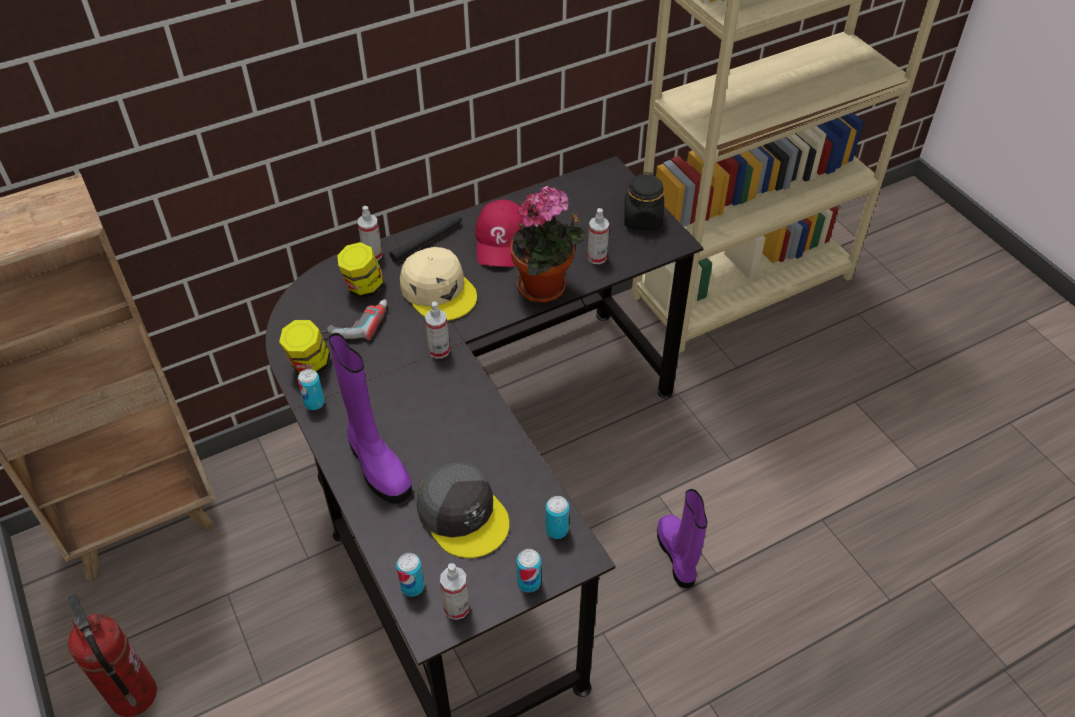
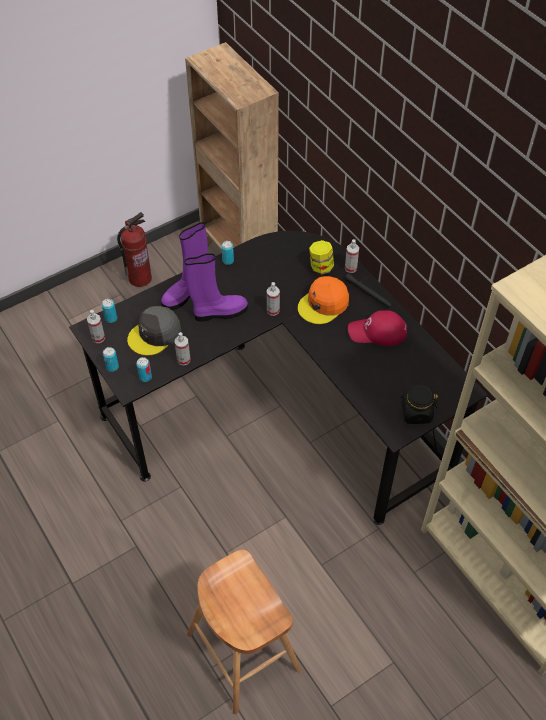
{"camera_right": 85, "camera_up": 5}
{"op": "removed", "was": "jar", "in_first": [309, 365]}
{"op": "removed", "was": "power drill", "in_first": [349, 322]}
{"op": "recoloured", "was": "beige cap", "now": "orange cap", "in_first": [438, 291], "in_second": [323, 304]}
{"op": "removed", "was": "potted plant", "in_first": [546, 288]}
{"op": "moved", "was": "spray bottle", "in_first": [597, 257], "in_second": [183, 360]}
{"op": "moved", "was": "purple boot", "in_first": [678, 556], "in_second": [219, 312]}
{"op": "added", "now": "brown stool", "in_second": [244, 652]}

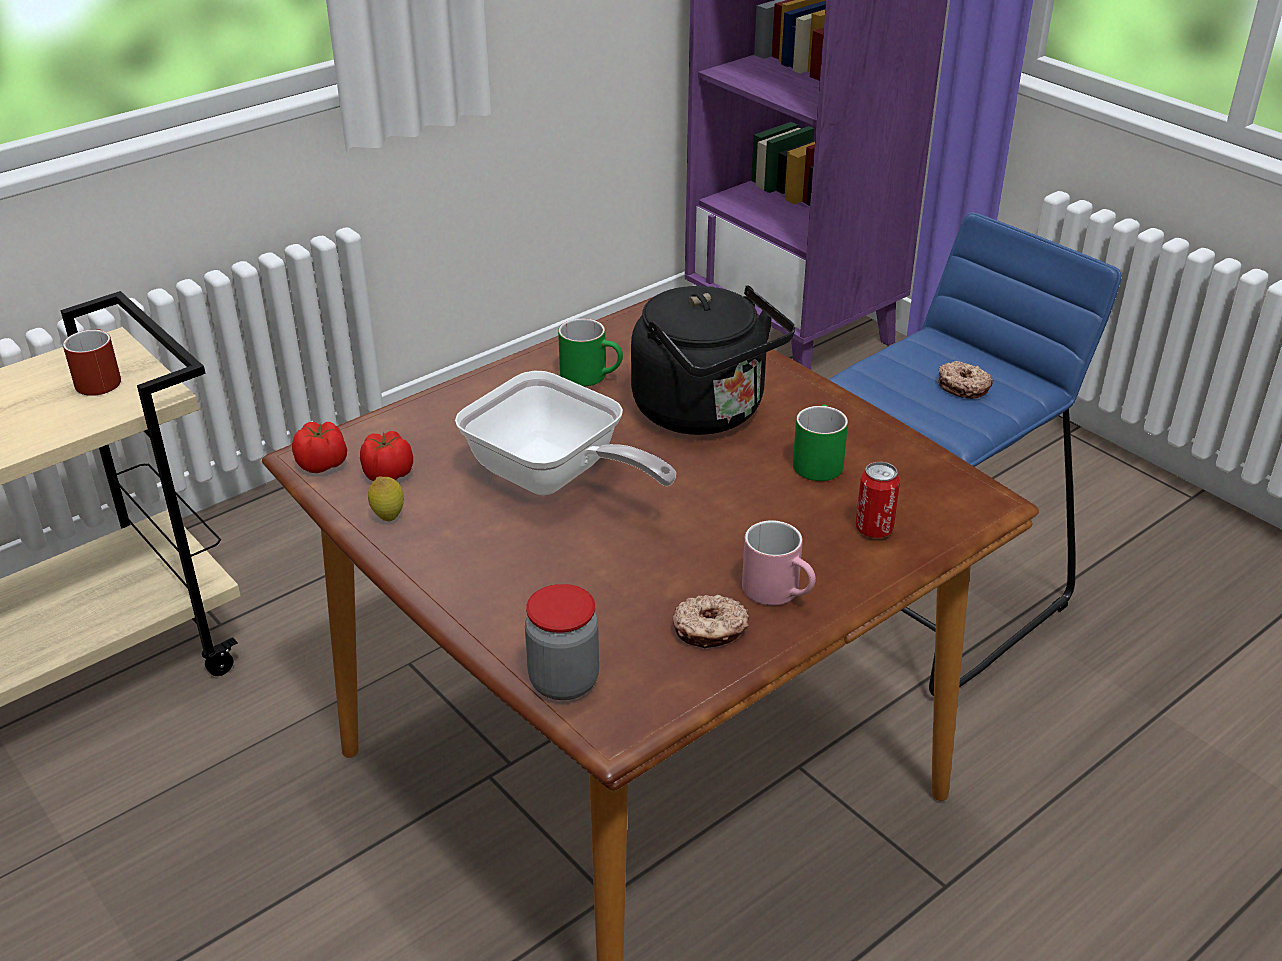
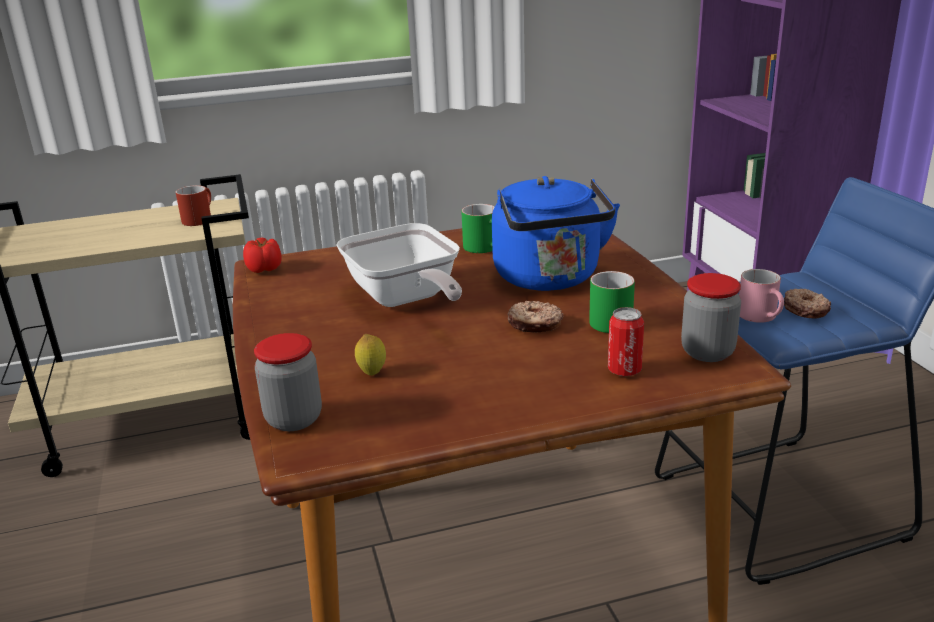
{"camera_right": 25, "camera_up": -10}
{"op": "removed", "was": "tomato", "in_first": [387, 474]}
{"op": "moved", "was": "lemon", "in_first": [388, 517], "in_second": [372, 372]}
{"op": "recoloured", "was": "black kettle", "now": "blue kettle", "in_first": [705, 412], "in_second": [550, 279]}
{"op": "moved", "was": "donut", "in_first": [710, 630], "in_second": [534, 325]}
{"op": "moved", "was": "pink mug", "in_first": [780, 592], "in_second": [762, 317]}
{"op": "added", "now": "jar", "in_second": [707, 352]}

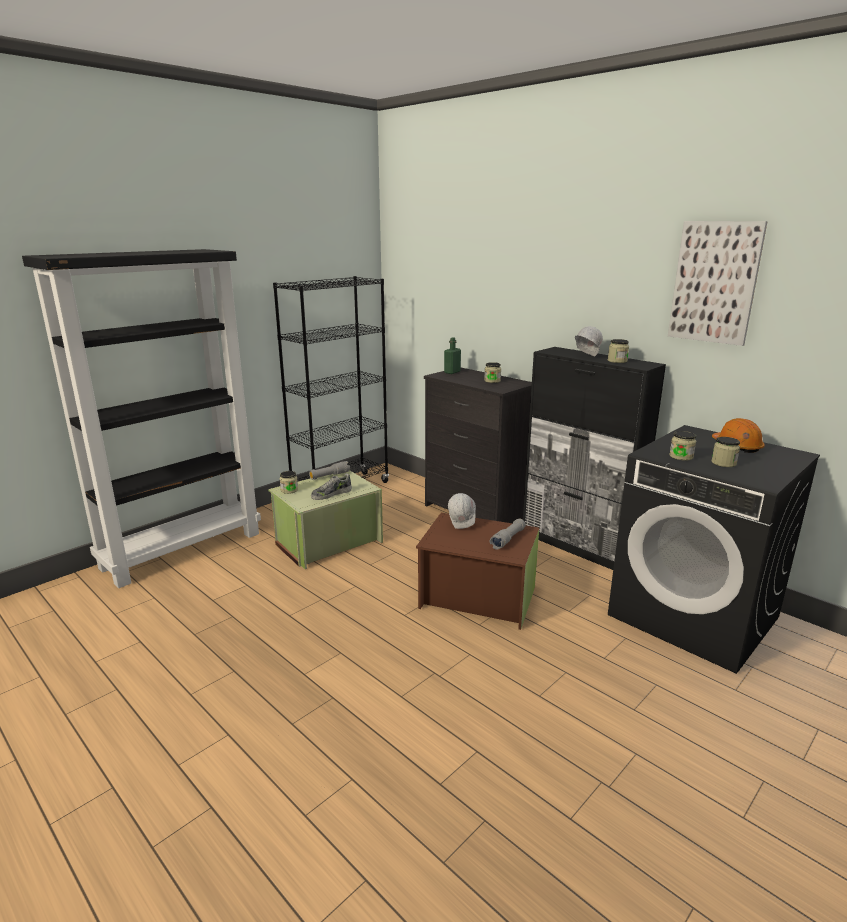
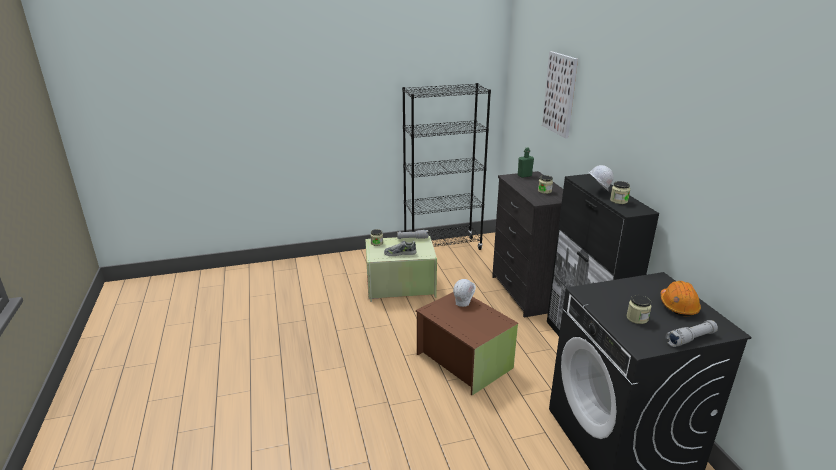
{"camera_right": 30, "camera_up": 5}
{"op": "removed", "was": "black bookcase", "in_first": [183, 549]}
{"op": "moved", "was": "grey flashlight", "in_first": [508, 539], "in_second": [690, 339]}
{"op": "moved", "was": "picture", "in_first": [714, 282], "in_second": [560, 94]}
{"op": "removed", "was": "jar", "in_first": [681, 456]}

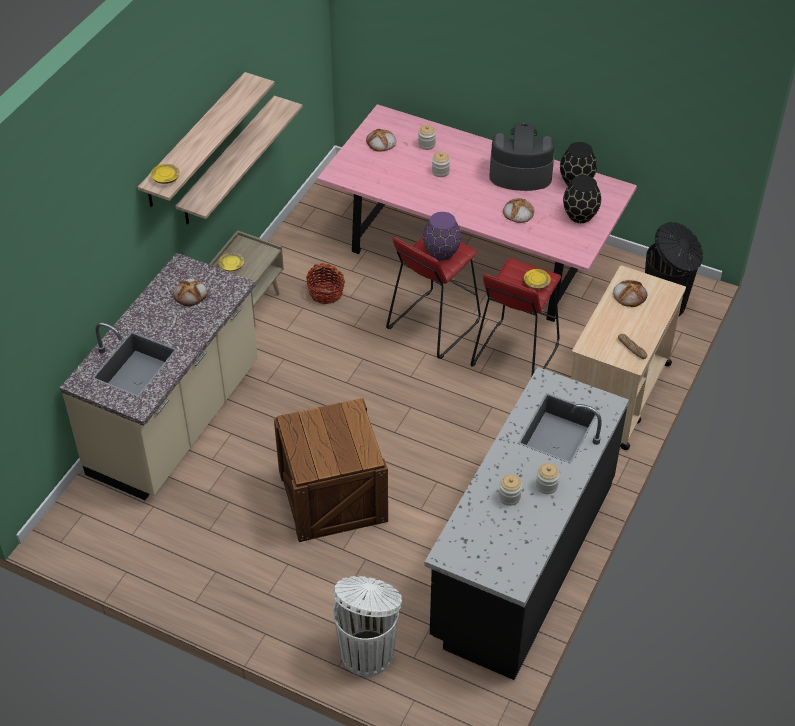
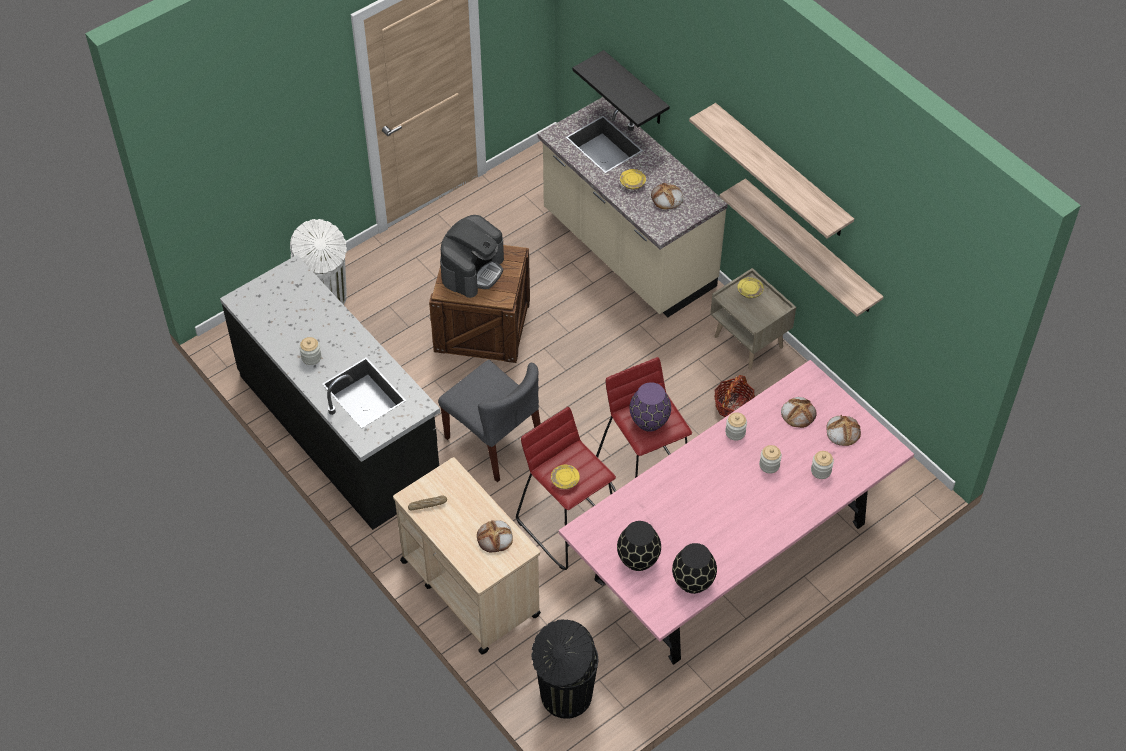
{"camera_right": 115, "camera_up": 5}
{"op": "moved", "was": "yellow plate", "in_first": [165, 178], "in_second": [632, 182]}
{"op": "moved", "was": "coffee machine", "in_first": [520, 173], "in_second": [473, 270]}
{"op": "moved", "was": "jar", "in_first": [509, 497], "in_second": [735, 432]}
{"op": "moved", "was": "bread", "in_first": [518, 213], "in_second": [798, 413]}
{"op": "added", "now": "grey chair", "in_second": [494, 441]}
{"op": "added", "now": "black shelf", "in_second": [635, 90]}

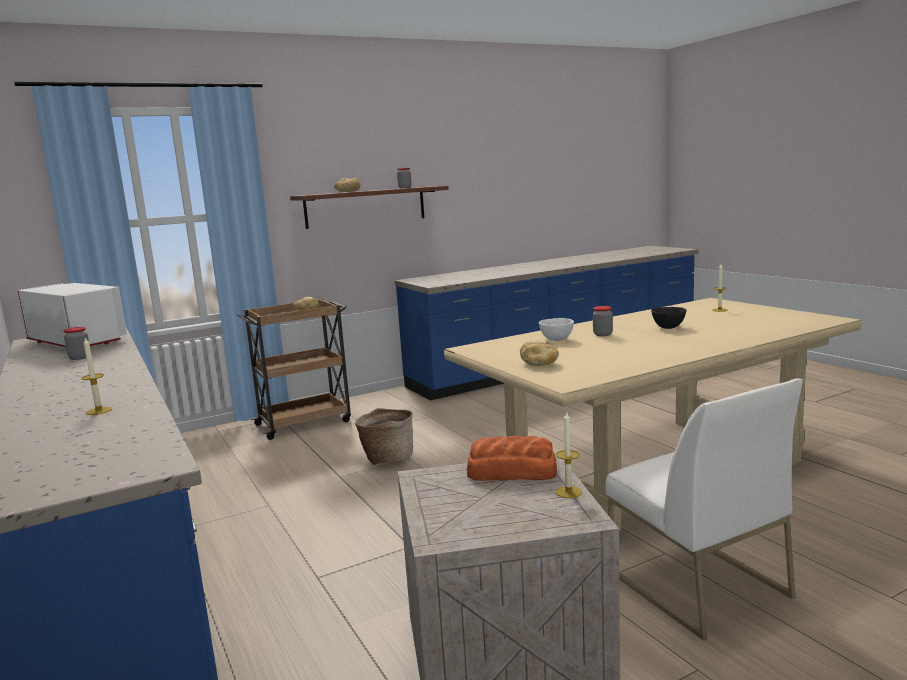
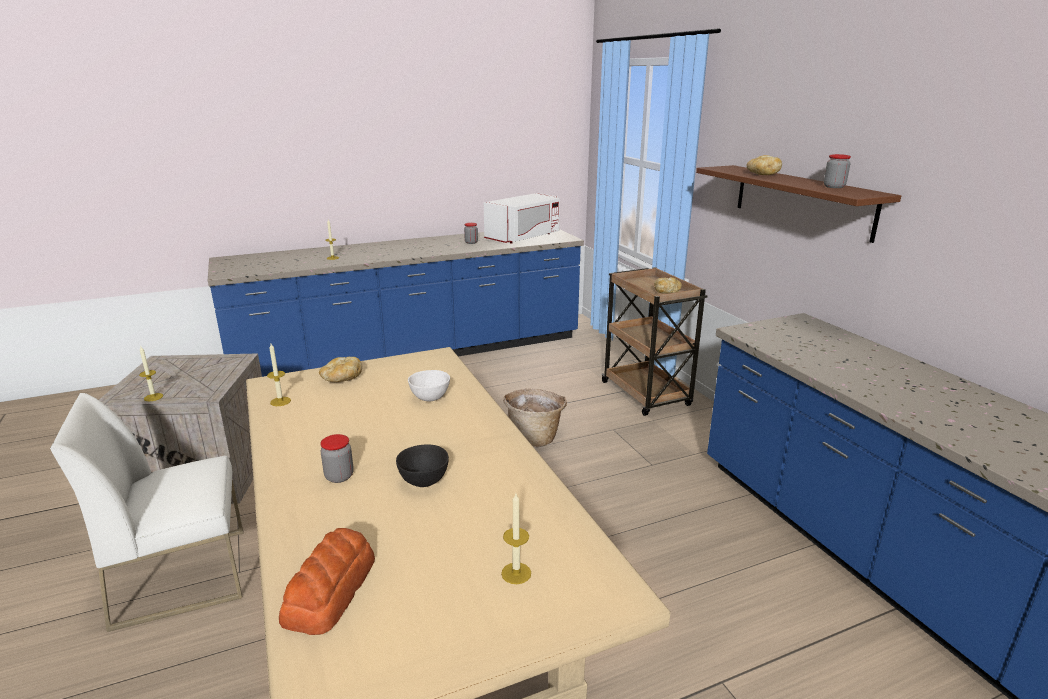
{"camera_right": 95, "camera_up": 10}
{"op": "moved", "was": "bread", "in_first": [511, 472], "in_second": [331, 590]}
{"op": "moved", "was": "jar", "in_first": [602, 334], "in_second": [339, 476]}
{"op": "added", "now": "candle", "in_second": [280, 401]}

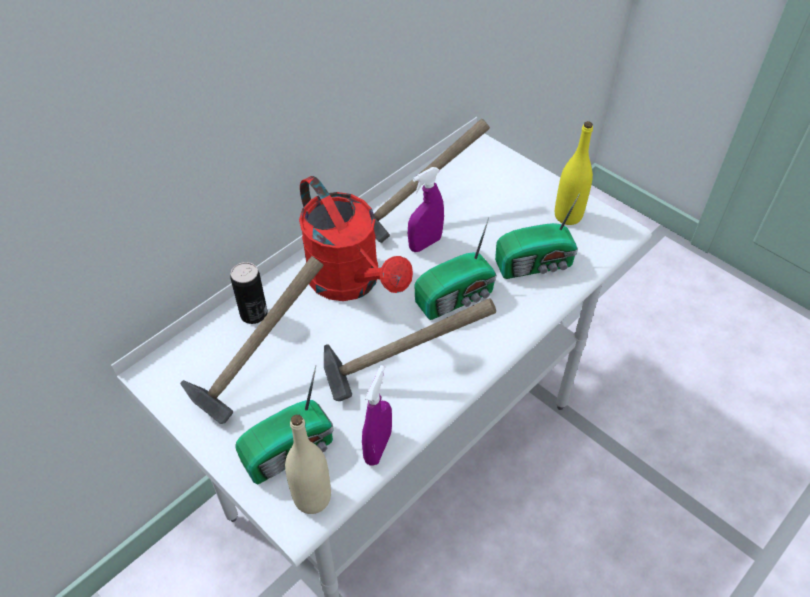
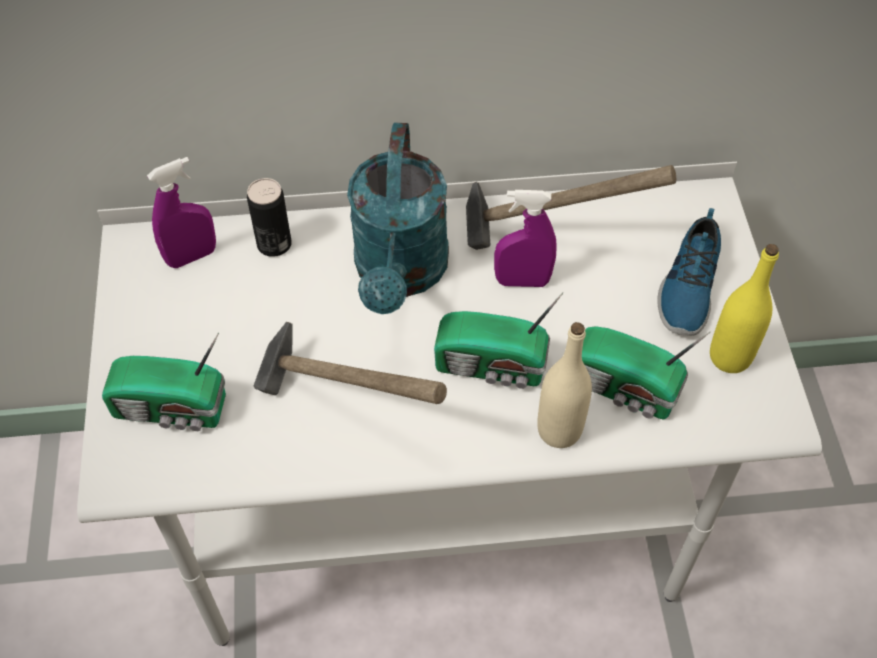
{"camera_right": 40, "camera_up": 5}
{"op": "removed", "was": "hammer", "in_first": [260, 372]}
{"op": "moved", "was": "beige bottle", "in_first": [312, 498], "in_second": [559, 430]}
{"op": "recoloured", "was": "red watering can", "now": "turquoise watering can", "in_first": [351, 282], "in_second": [400, 274]}
{"op": "moved", "was": "purple spray bottle", "in_first": [378, 447], "in_second": [192, 256]}
{"op": "added", "now": "shoe", "in_second": [687, 286]}

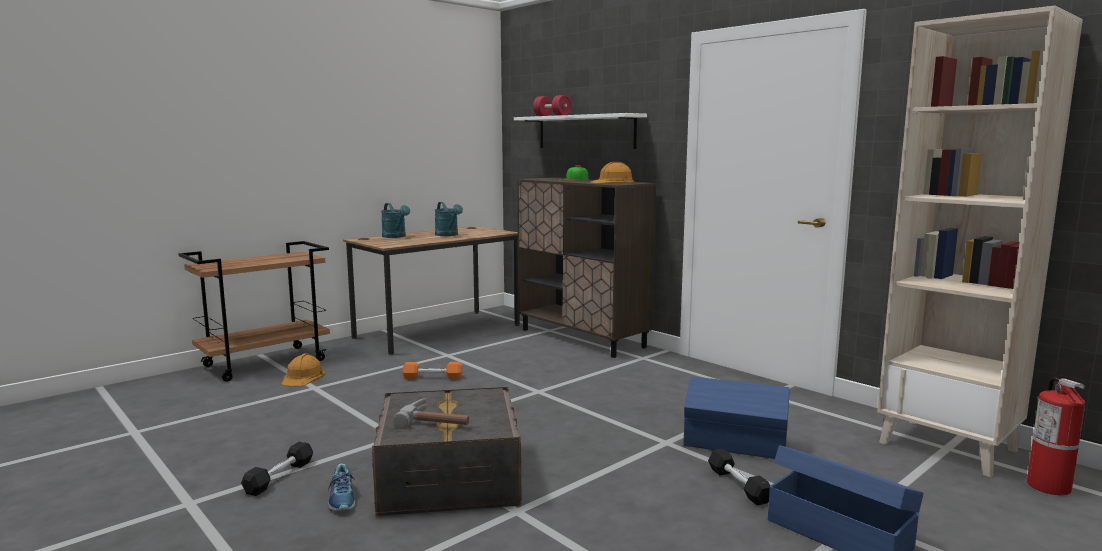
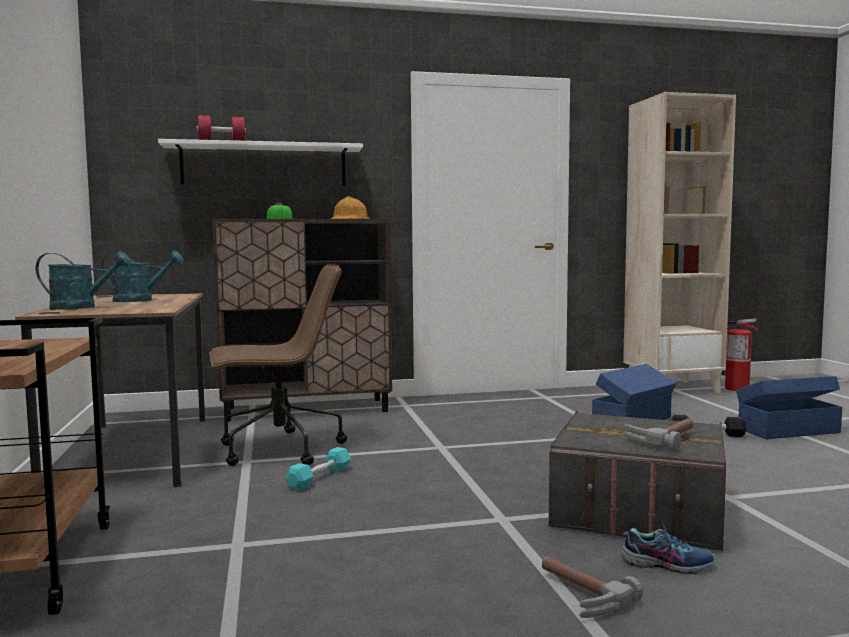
{"camera_right": -60, "camera_up": -5}
{"op": "replaced", "was": "black dumbbell", "now": "hammer", "in_first": [279, 477], "in_second": [576, 595]}
{"op": "removed", "was": "orange hard hat", "in_first": [303, 377]}
{"op": "recoloured", "was": "orange dumbbell", "now": "turquoise dumbbell", "in_first": [432, 377], "in_second": [319, 478]}
{"op": "added", "now": "brown office chair", "in_second": [278, 450]}

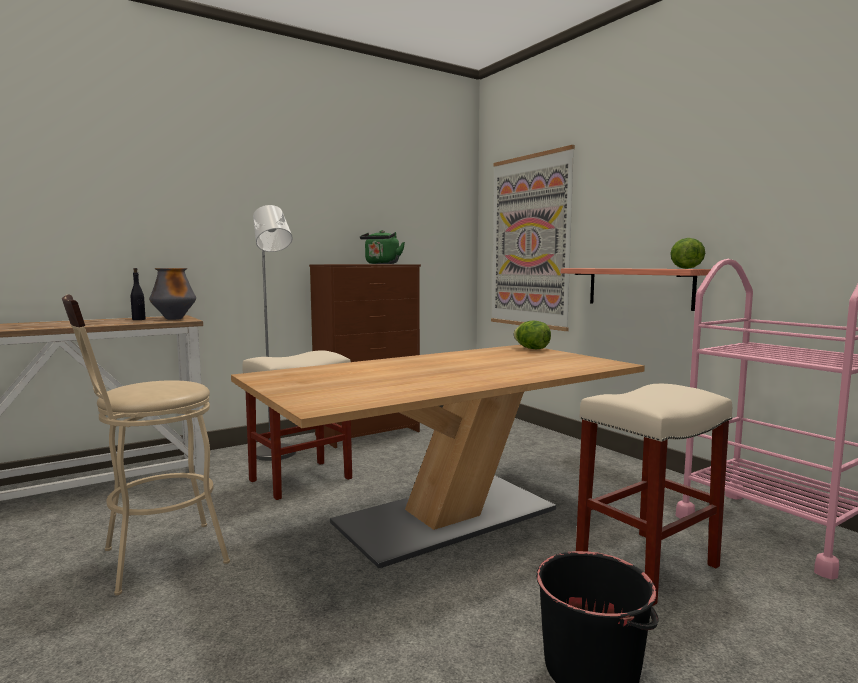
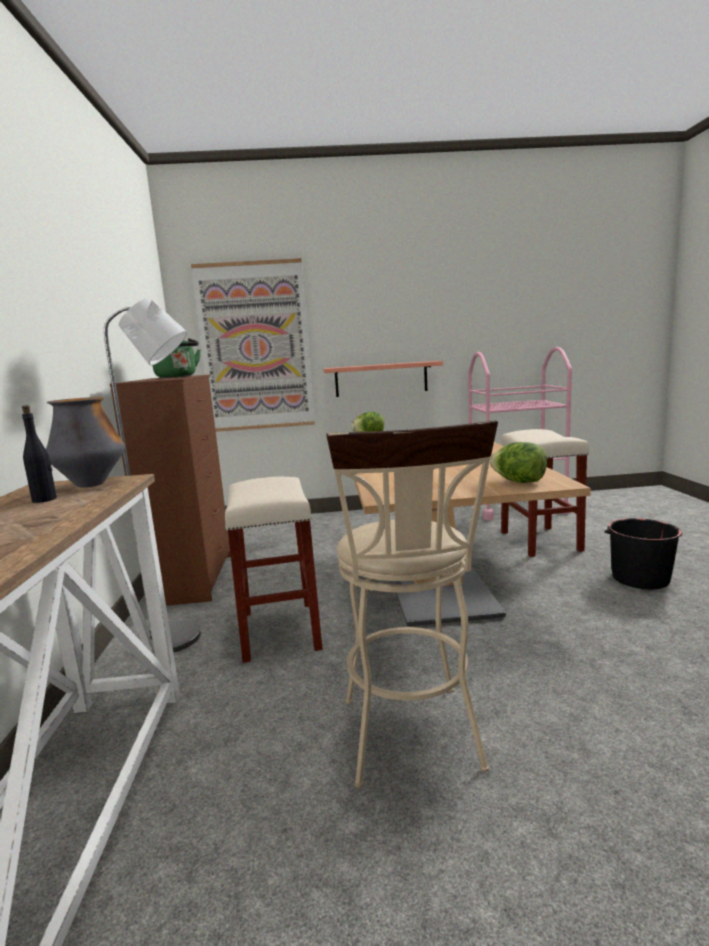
{"camera_right": -60, "camera_up": 5}
{"op": "moved", "was": "lettuce", "in_first": [685, 268], "in_second": [519, 482]}

